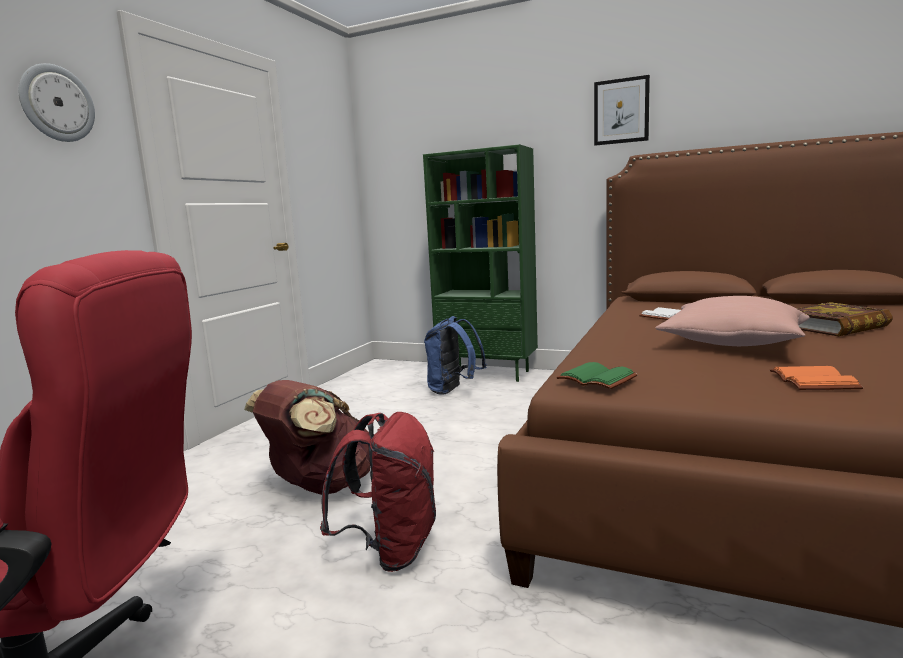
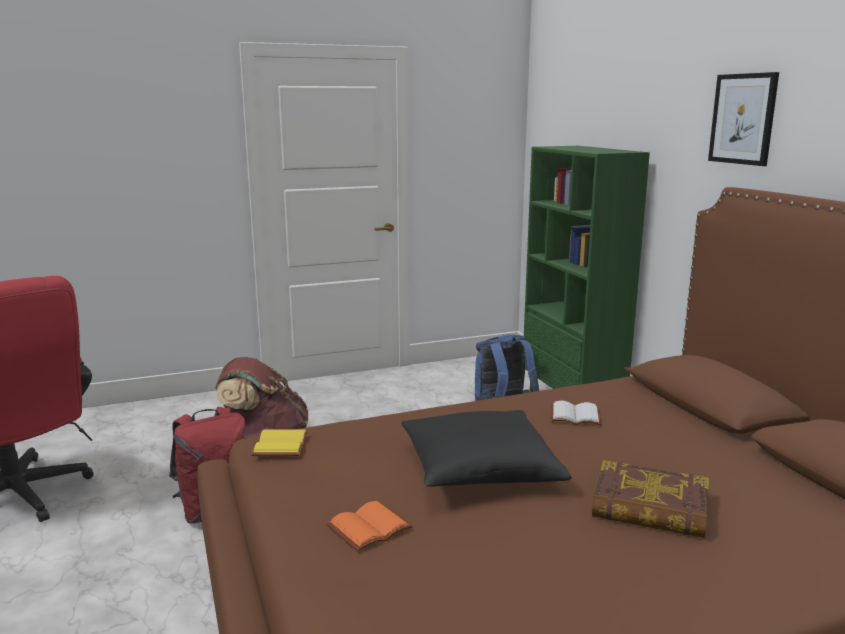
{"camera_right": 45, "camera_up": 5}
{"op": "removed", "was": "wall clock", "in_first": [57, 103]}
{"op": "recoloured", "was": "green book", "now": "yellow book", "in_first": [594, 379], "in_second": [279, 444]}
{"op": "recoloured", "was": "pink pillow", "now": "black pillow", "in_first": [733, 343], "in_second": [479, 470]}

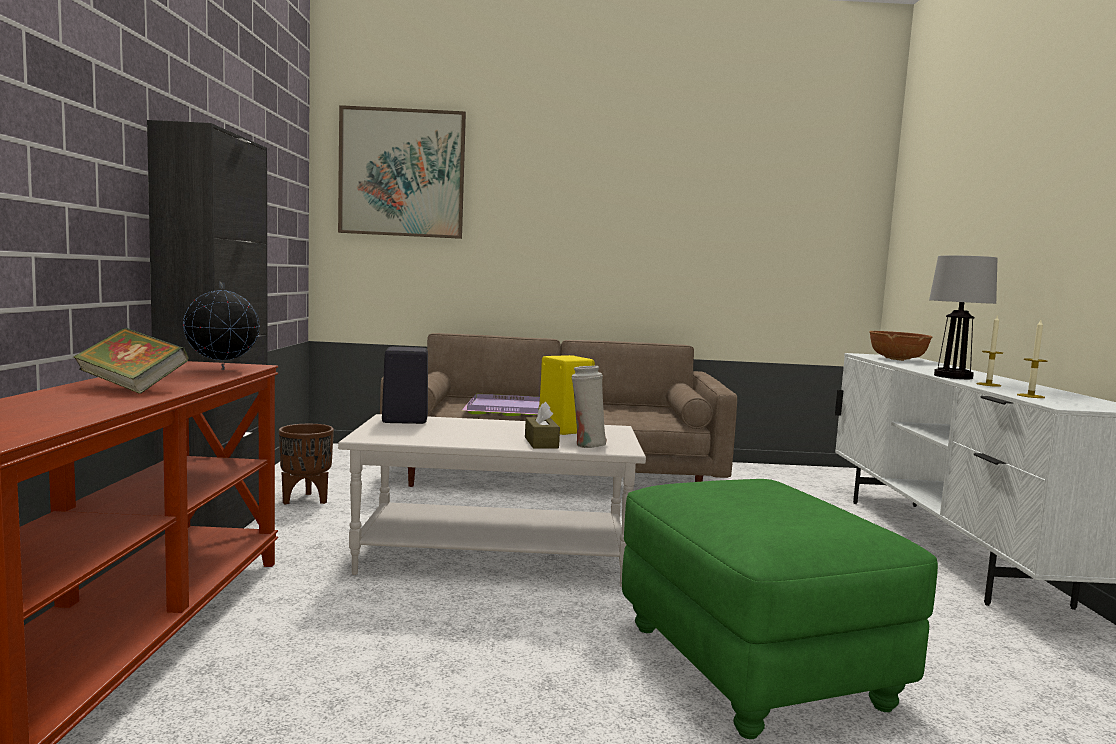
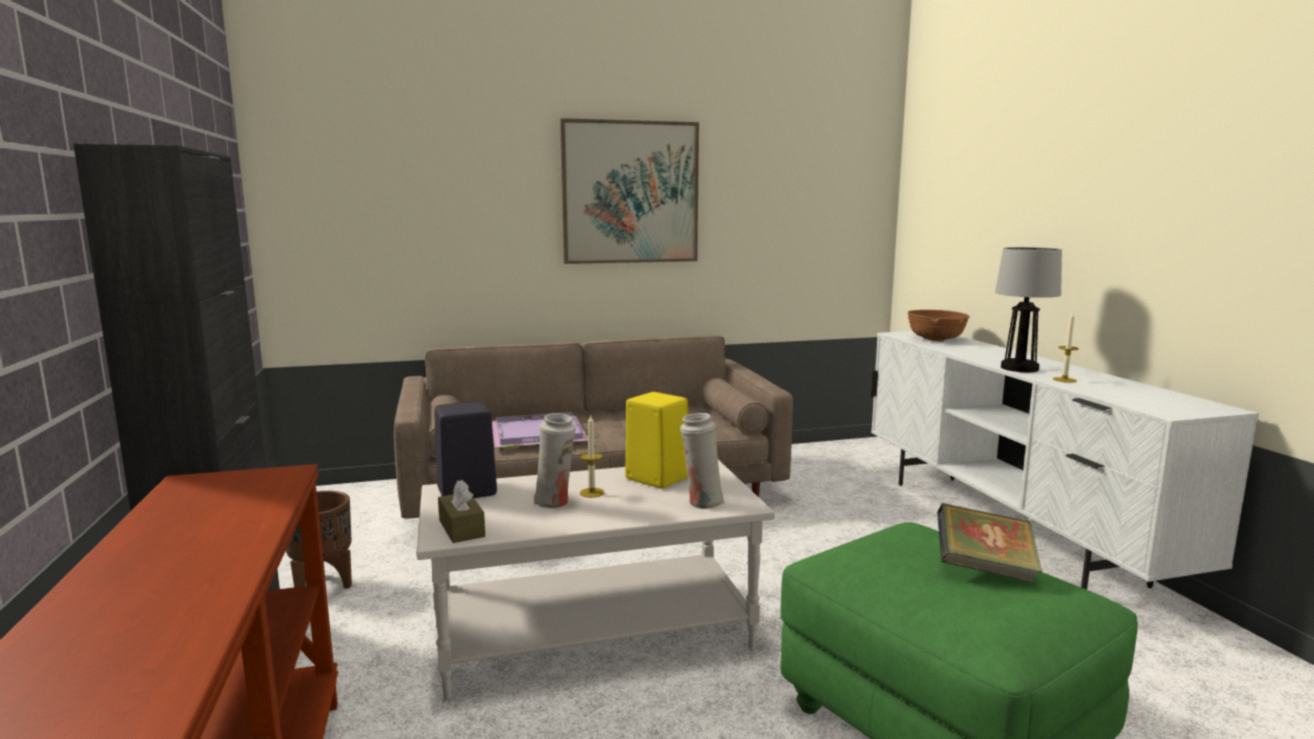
{"camera_right": -15, "camera_up": 5}
{"op": "moved", "was": "book", "in_first": [132, 387], "in_second": [984, 569]}
{"op": "removed", "was": "globe", "in_first": [222, 370]}
{"op": "moved", "was": "picture", "in_first": [402, 173], "in_second": [630, 192]}
{"op": "moved", "was": "brown tissue box", "in_first": [541, 443], "in_second": [461, 528]}
{"op": "moved", "was": "candle", "in_first": [1030, 396], "in_second": [592, 492]}
{"op": "added", "now": "white vase", "in_second": [555, 502]}

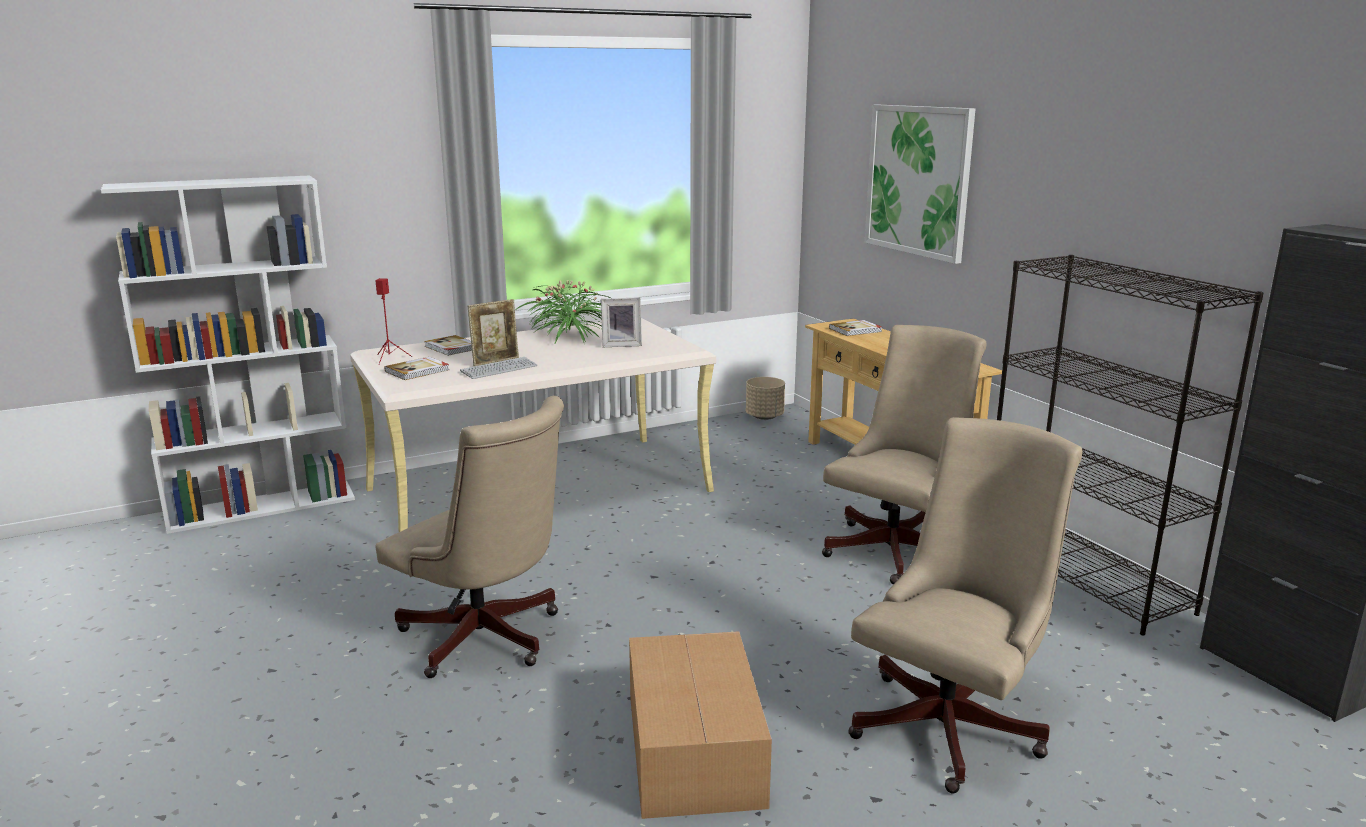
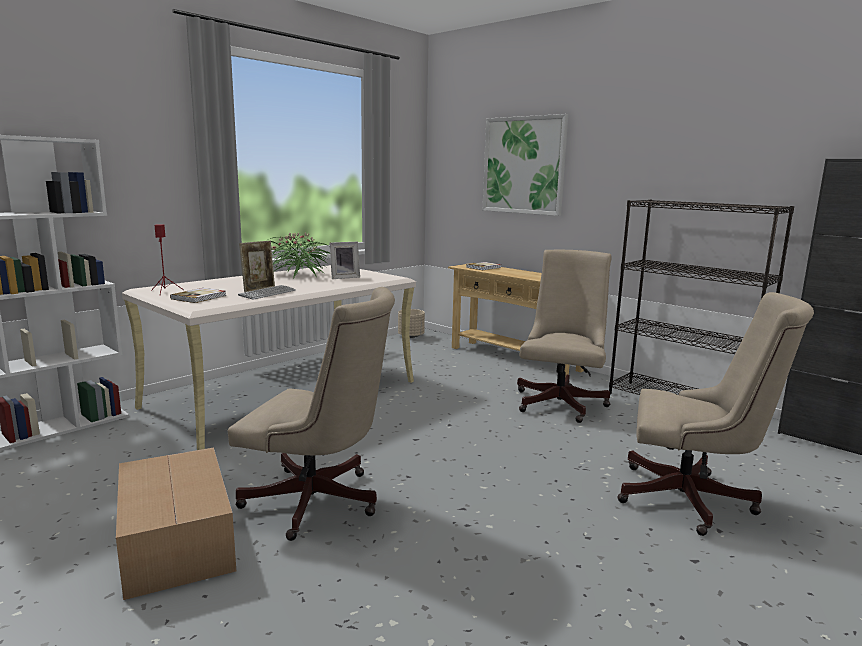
{"camera_right": -20, "camera_up": -5}
{"op": "removed", "was": "book", "in_first": [451, 348]}
{"op": "moved", "was": "cardboard box", "in_first": [693, 751], "in_second": [175, 542]}
{"op": "turned", "was": "beige office chair", "in_first": [953, 723], "in_second": [693, 501], "clockwise": 90}

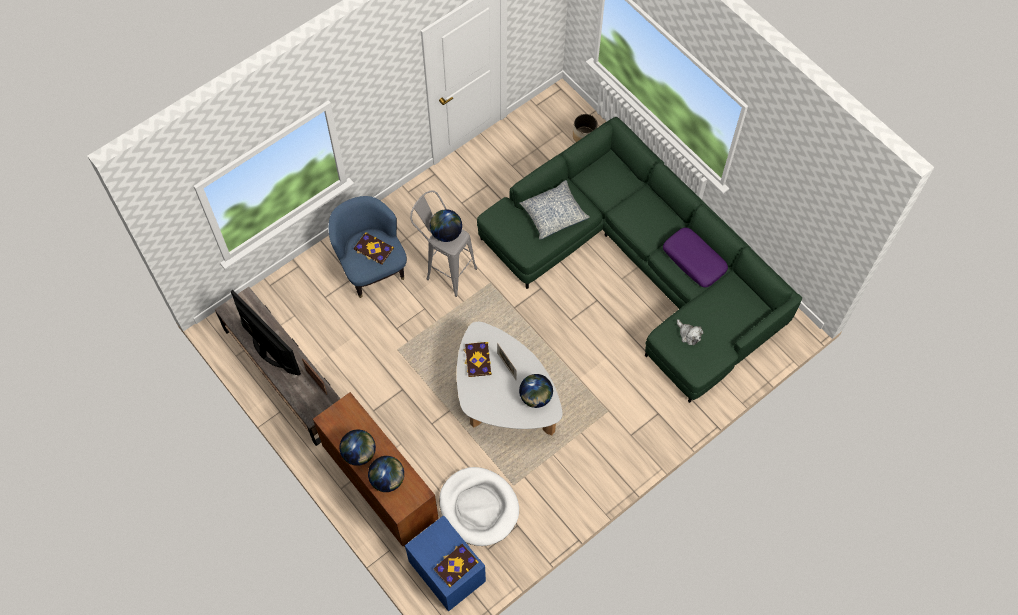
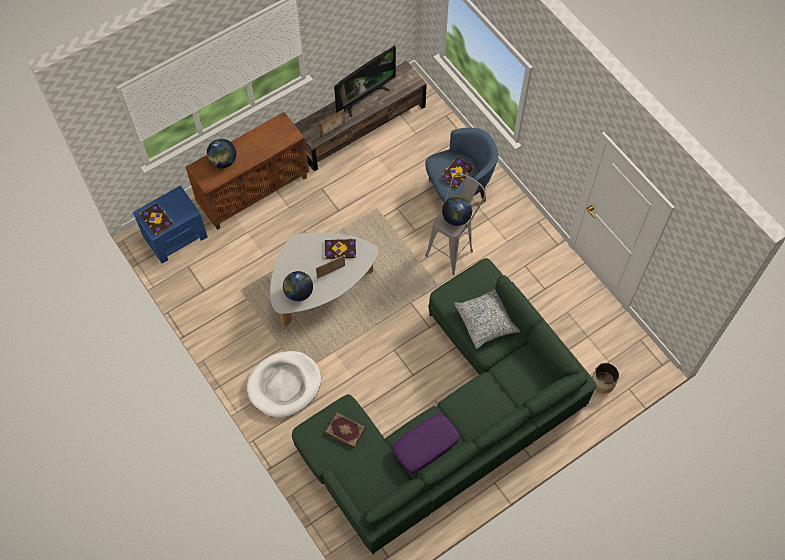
{"camera_right": 95, "camera_up": 0}
{"op": "removed", "was": "globe", "in_first": [359, 453]}
{"op": "moved", "was": "white dog bed", "in_first": [479, 507], "in_second": [284, 385]}
{"op": "replaced", "was": "plush toy", "now": "book", "in_first": [688, 334], "in_second": [345, 430]}

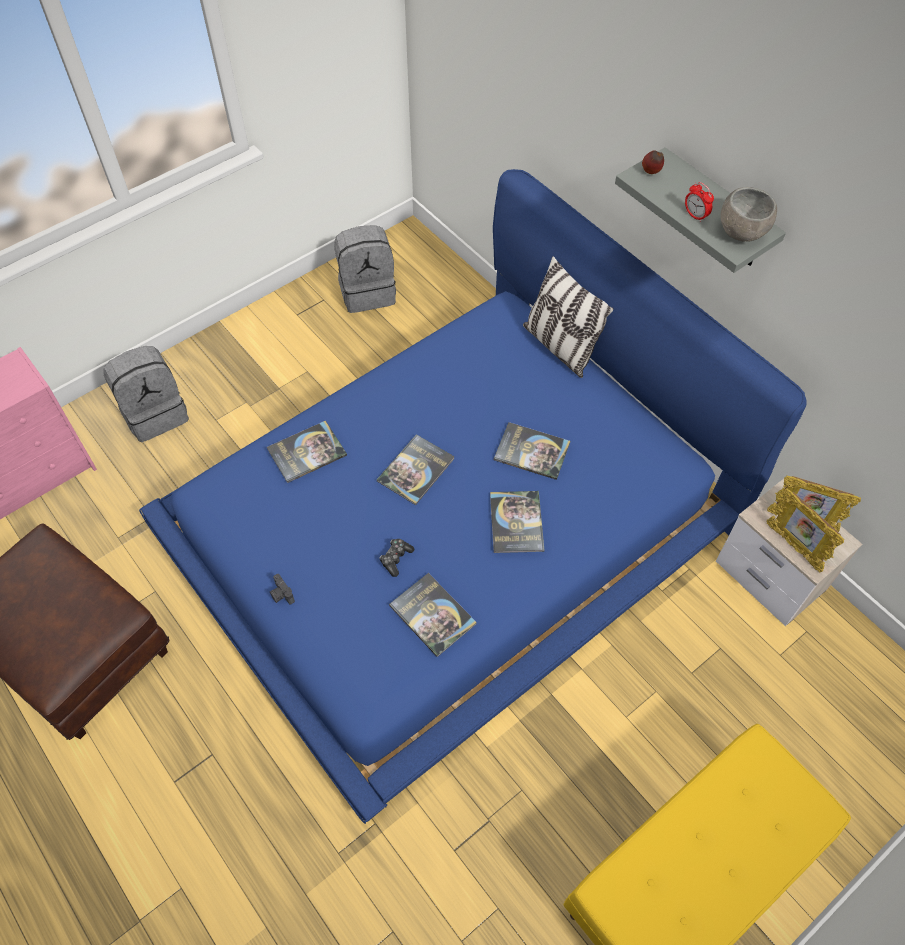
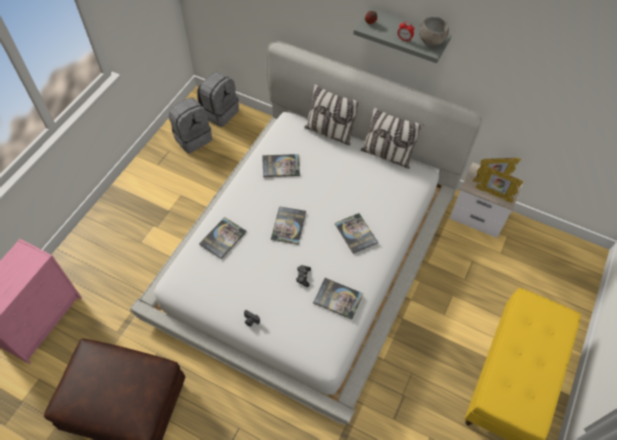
{"camera_right": -25, "camera_up": 0}
{"op": "moved", "was": "grey backpack", "in_first": [155, 413], "in_second": [219, 112]}
{"op": "recoloured", "was": "blue bed", "now": "white bed", "in_first": [452, 527], "in_second": [307, 252]}
{"op": "moved", "was": "book", "in_first": [532, 451], "in_second": [281, 166]}
{"op": "added", "now": "pillow", "in_second": [387, 155]}

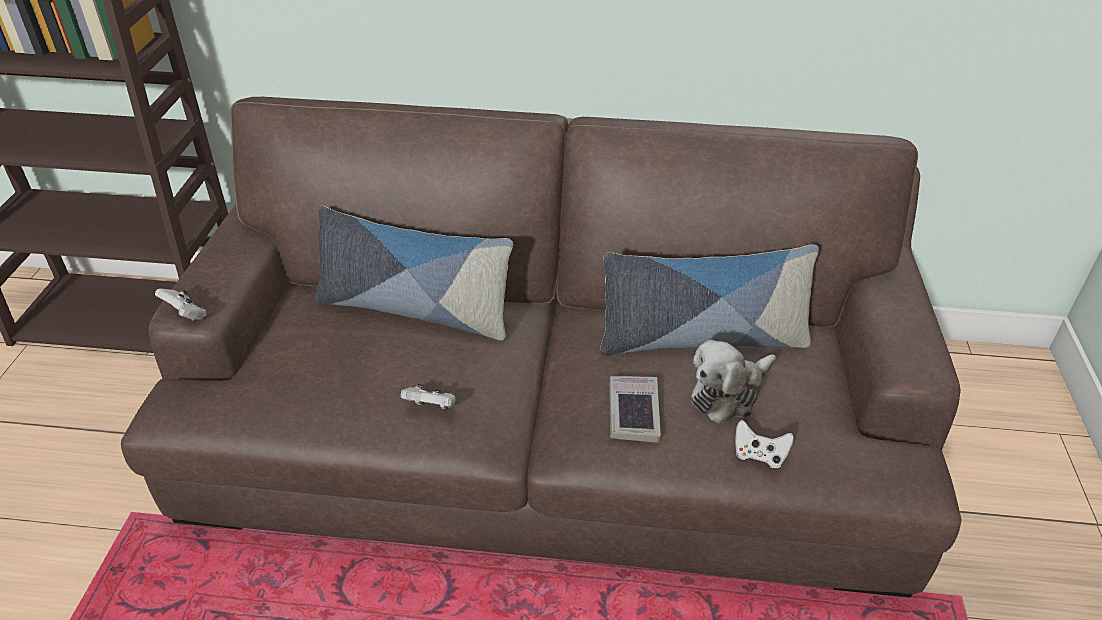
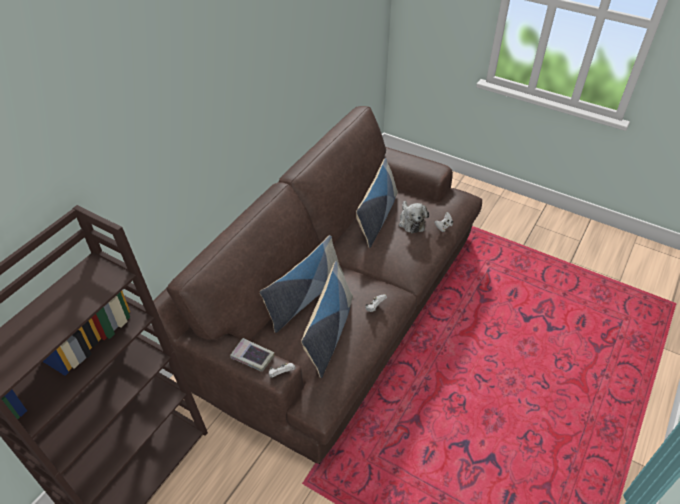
{"camera_right": -65, "camera_up": 5}
{"op": "moved", "was": "book", "in_first": [633, 413], "in_second": [252, 357]}
{"op": "added", "now": "pillow", "in_second": [329, 333]}

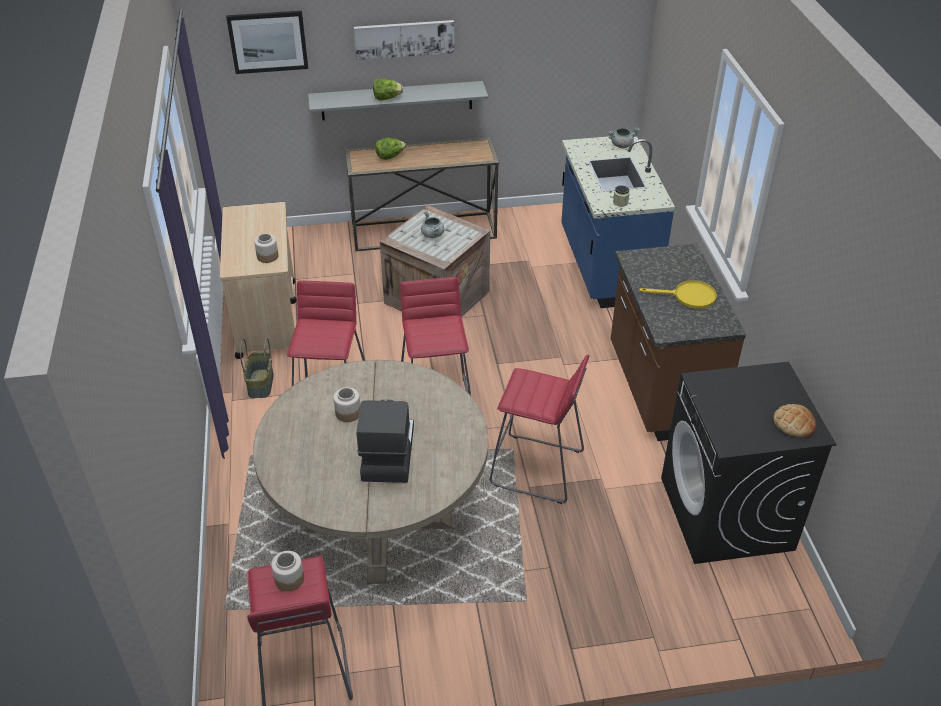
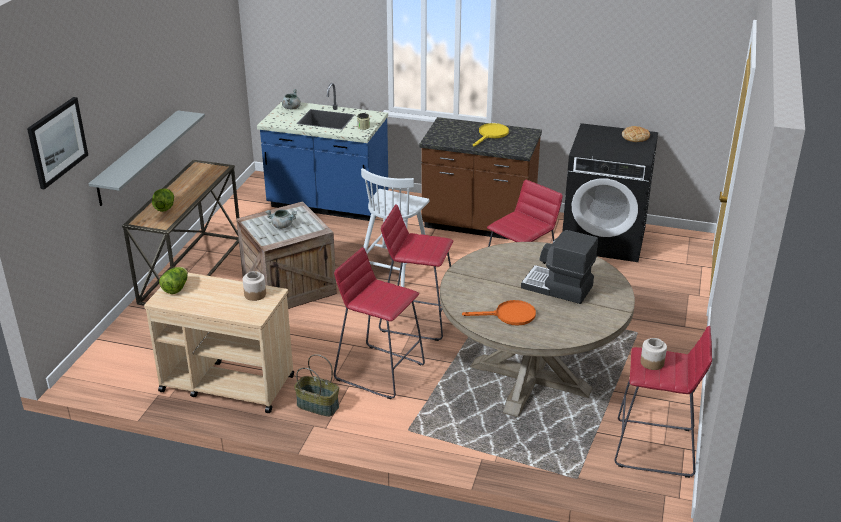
{"camera_right": -65, "camera_up": -10}
{"op": "removed", "was": "jar", "in_first": [348, 413]}
{"op": "removed", "was": "picture", "in_first": [404, 39]}
{"op": "moved", "was": "lettuce", "in_first": [387, 98], "in_second": [176, 288]}
{"op": "added", "now": "white chair", "in_second": [394, 265]}
{"op": "added", "now": "orange frying pan", "in_second": [509, 316]}

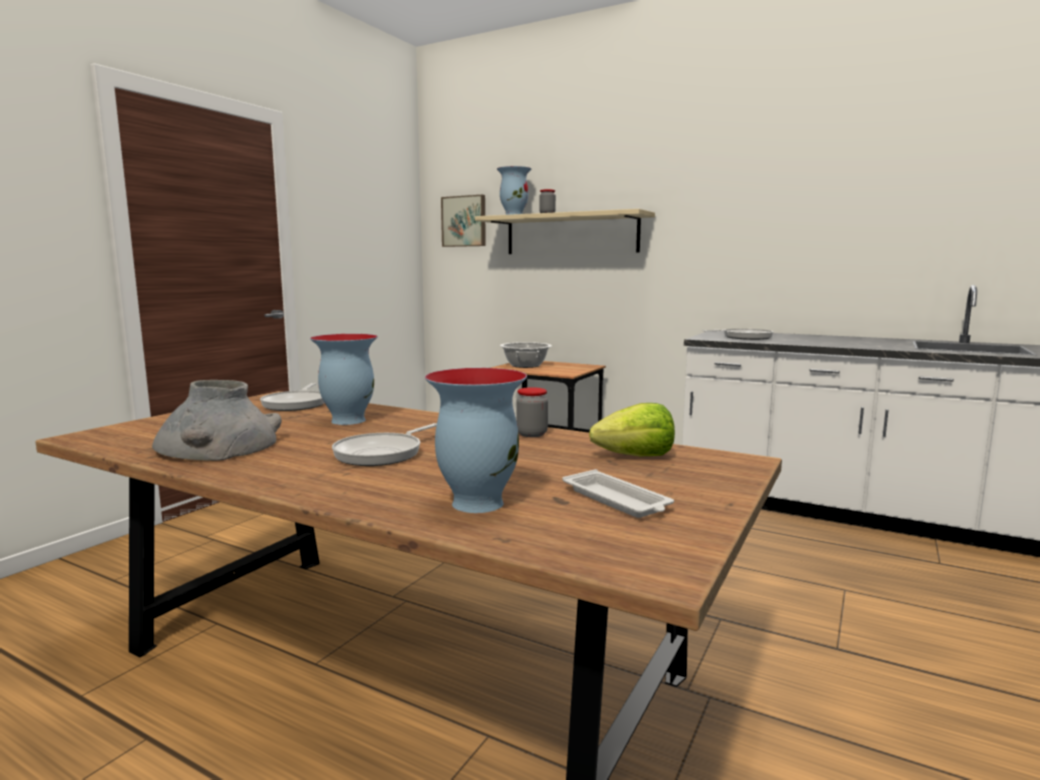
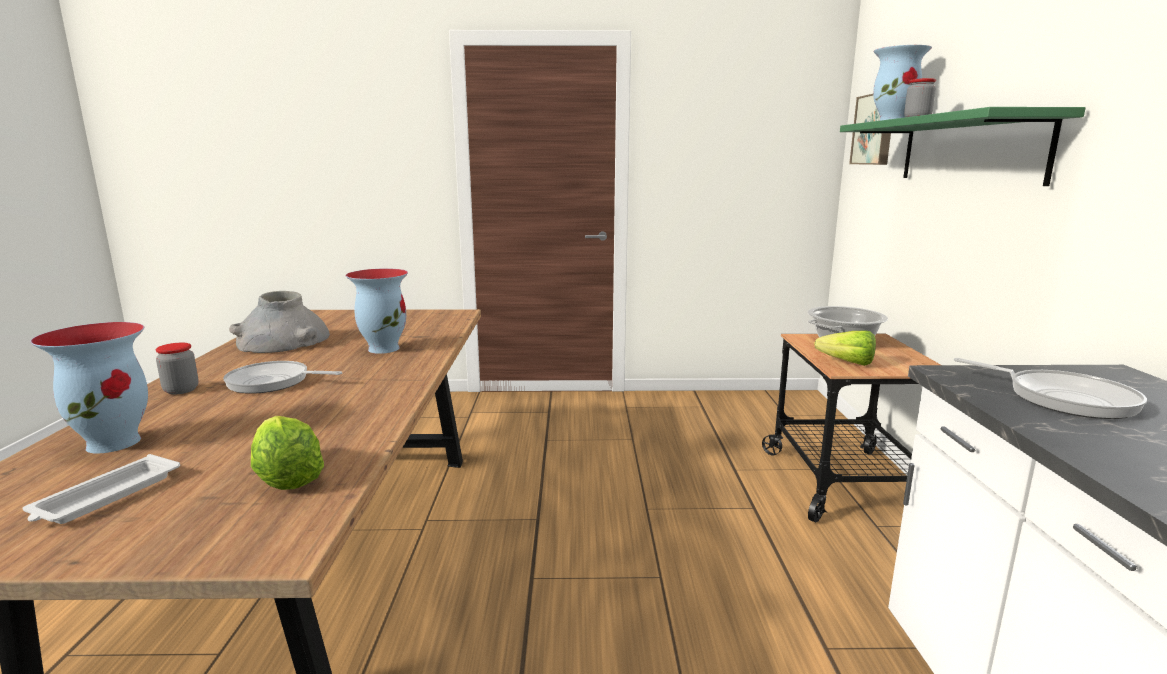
{"camera_right": 60, "camera_up": 5}
{"op": "removed", "was": "frying pan", "in_first": [296, 404]}
{"op": "recoloured", "was": "beige shelf", "now": "green shelf", "in_first": [571, 234], "in_second": [969, 150]}
{"op": "moved", "was": "jar", "in_first": [532, 434], "in_second": [181, 390]}
{"op": "added", "now": "lettuce", "in_second": [842, 362]}

